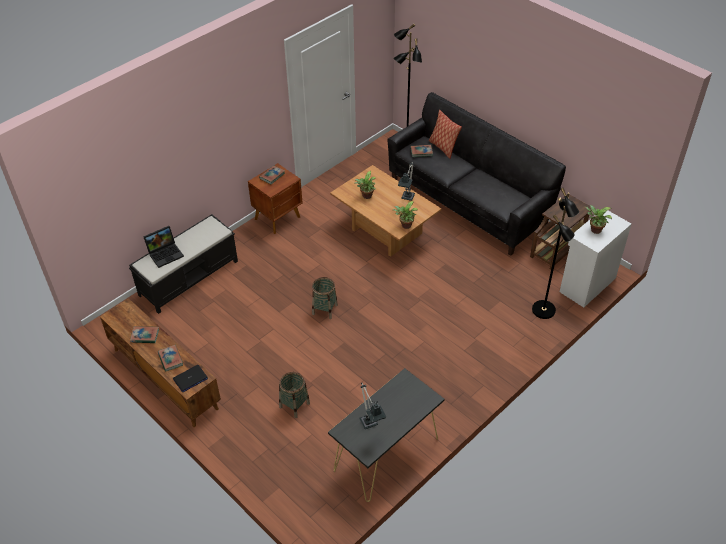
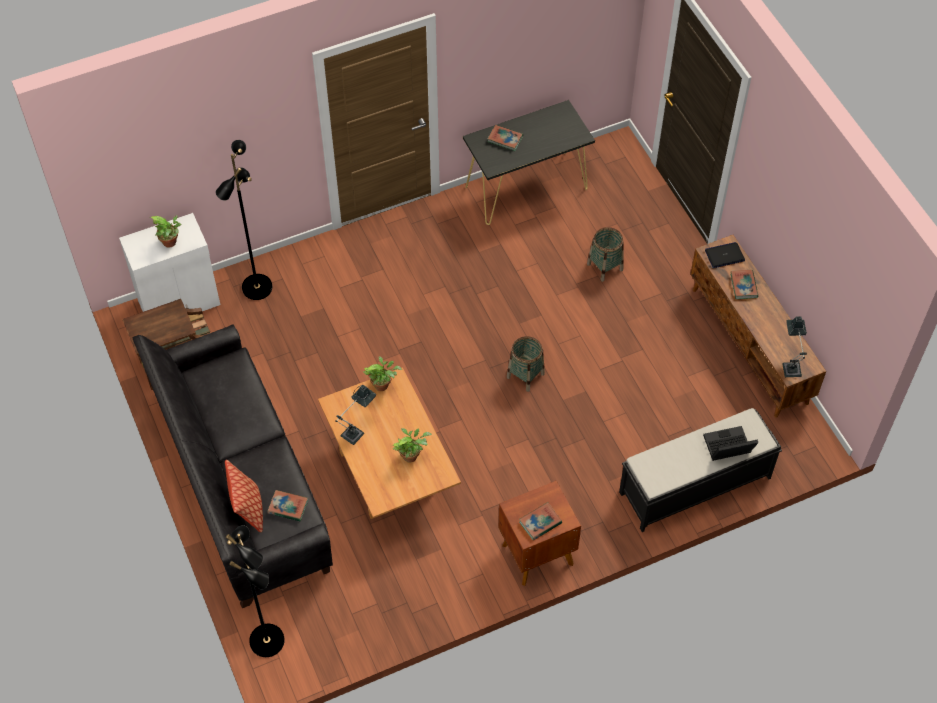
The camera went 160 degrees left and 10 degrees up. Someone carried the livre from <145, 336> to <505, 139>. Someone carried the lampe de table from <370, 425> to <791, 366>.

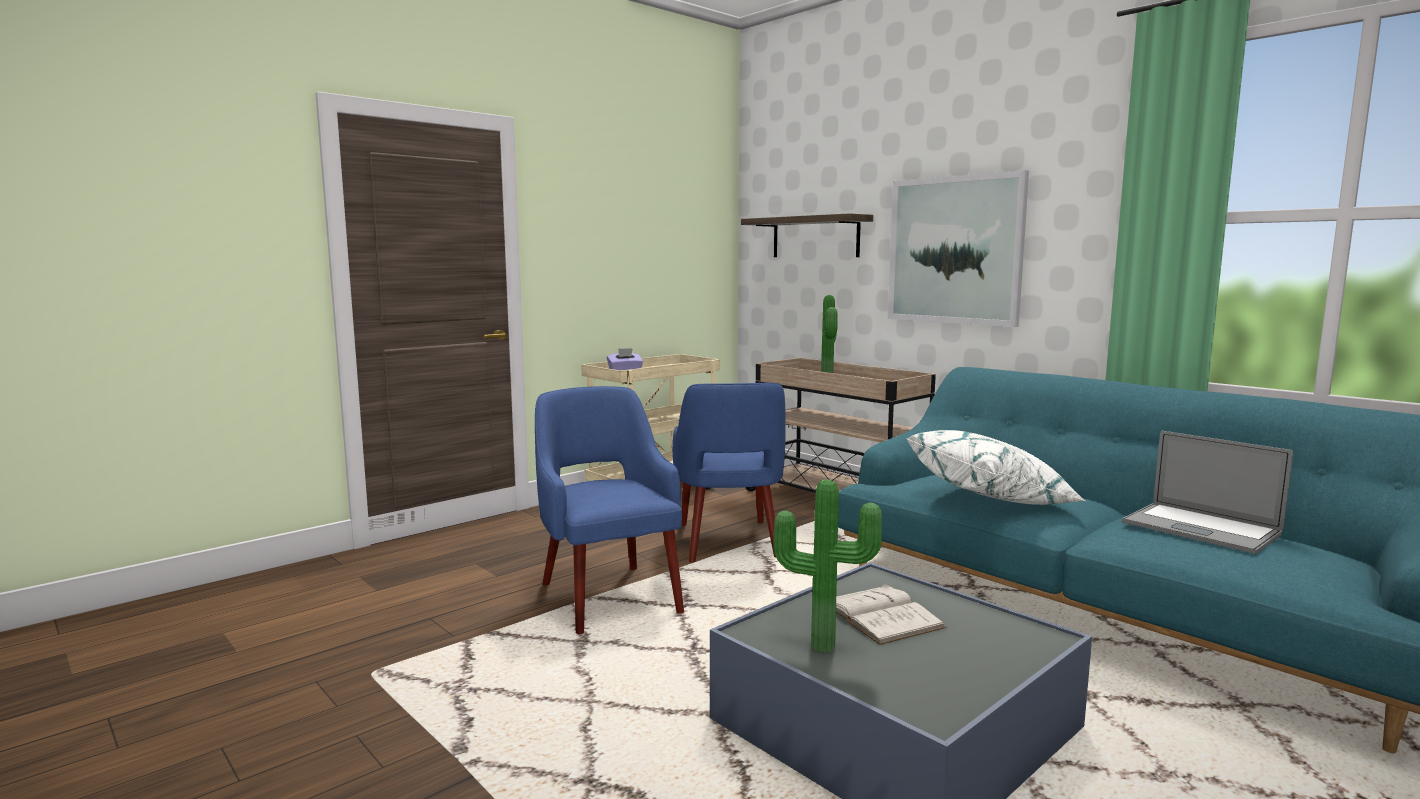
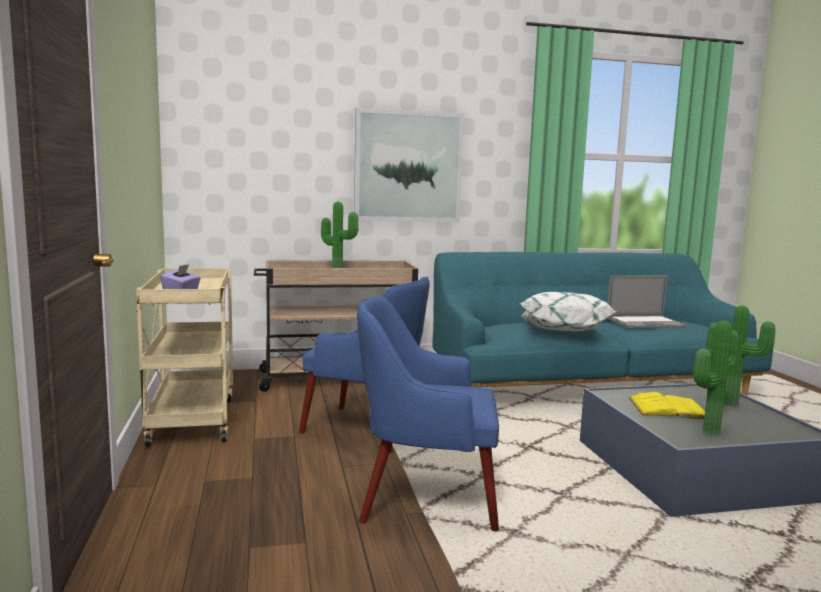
The camera went 60 degrees left and 0 degrees up. Someone took away the étagère at <815, 237>. Someone repainted the livre (blanc) at <880, 615>, which became the livre (jaune) at <668, 408>. Someone put down the plante en pot at <731, 403>.

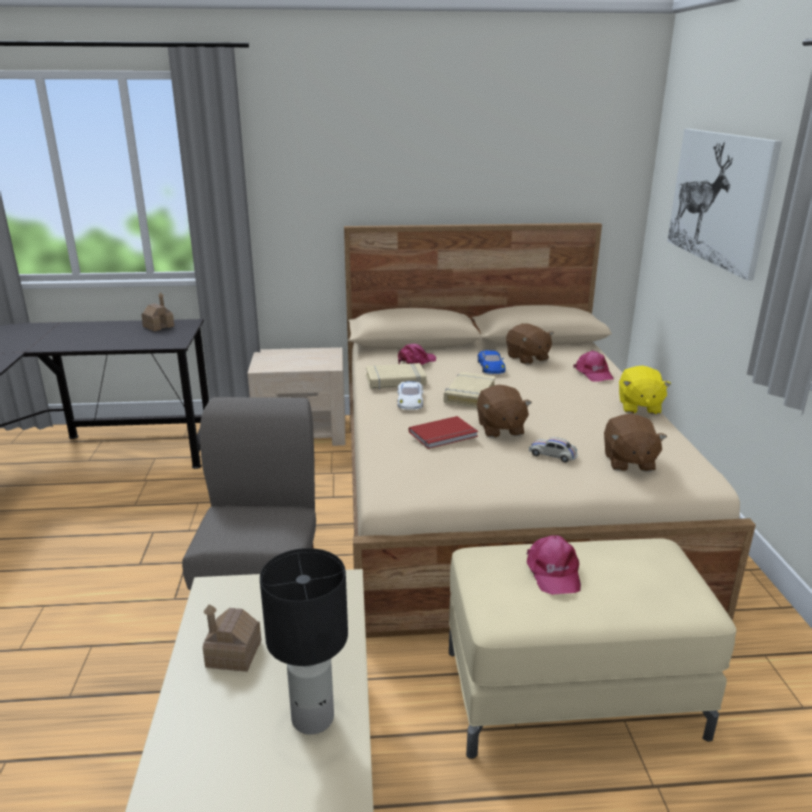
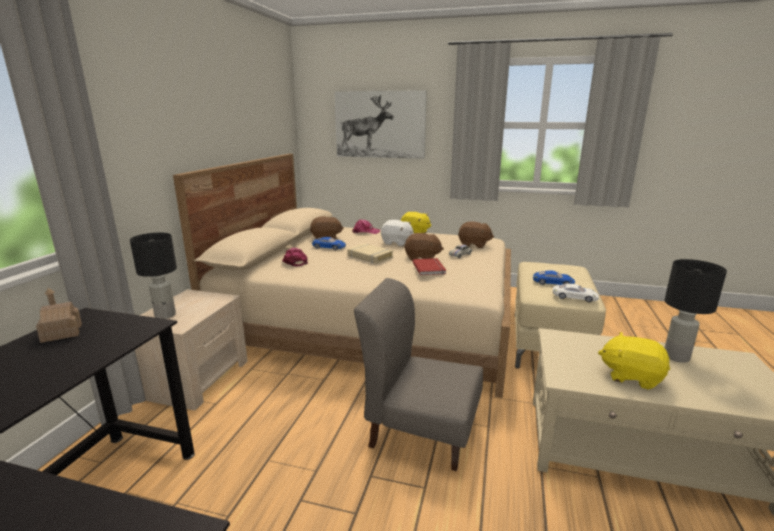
The camera went 70 degrees left and 5 degrees down. Someone took away the livre (beige) at <395, 381>. Someone carried the petite voiture (blanc) from <410, 400> to <574, 297>. Someone swapped the casquette (rose) at <553, 572> for the petite voiture (bleu) at <553, 282>. Someone swapped the maison miniature at <233, 654> for the peluche (jaune) at <631, 376>. Someone put down the peluche (blanc) at <397, 243>. Someone put down the lampe de table (noir) at <166, 315>.

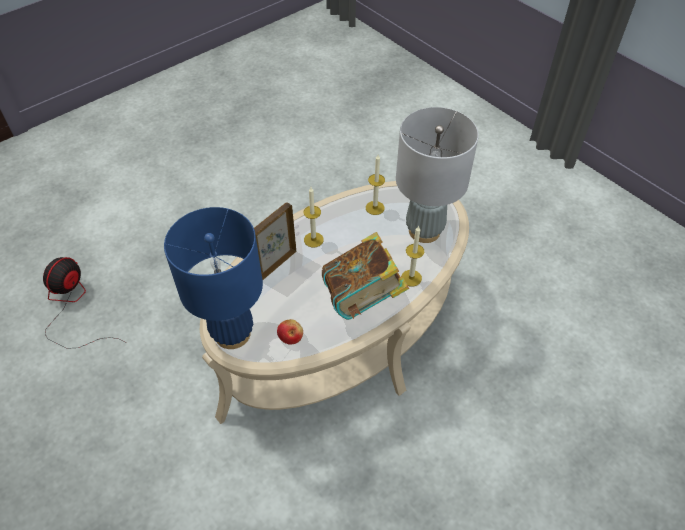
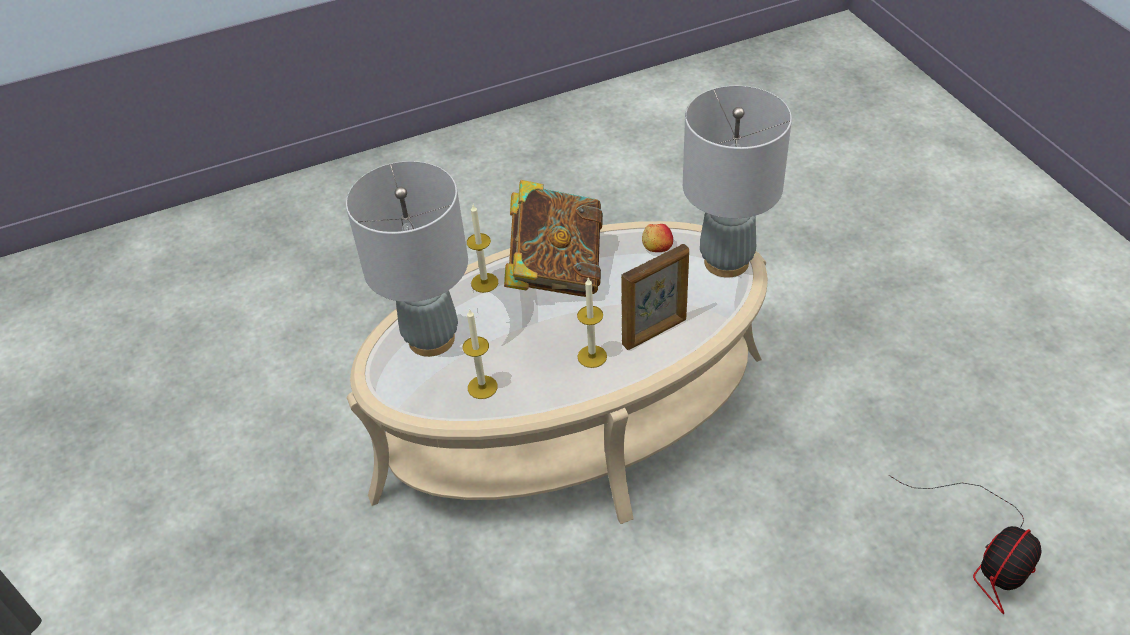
The camera went 160 degrees left and 5 degrees down. Someone repainted the lampe de table (bleu) at <232, 333>, which became the lampe de table (gris) at <726, 262>.

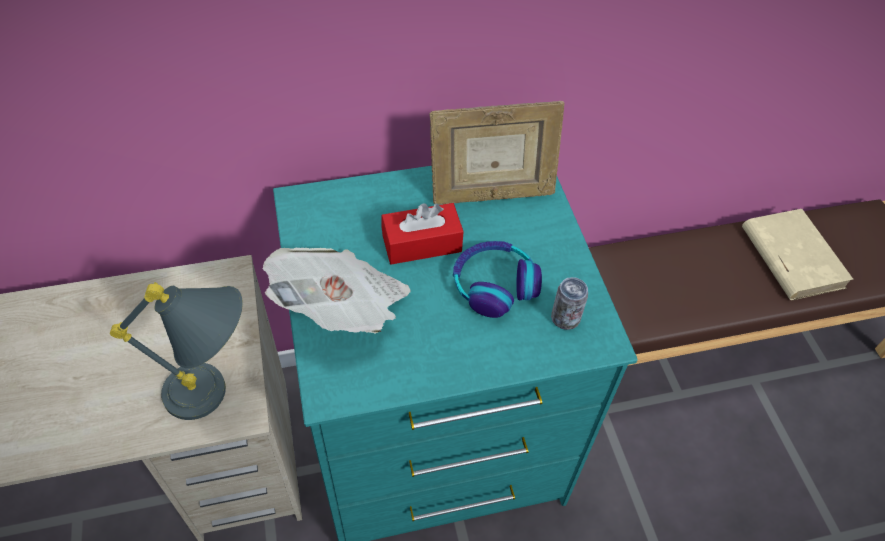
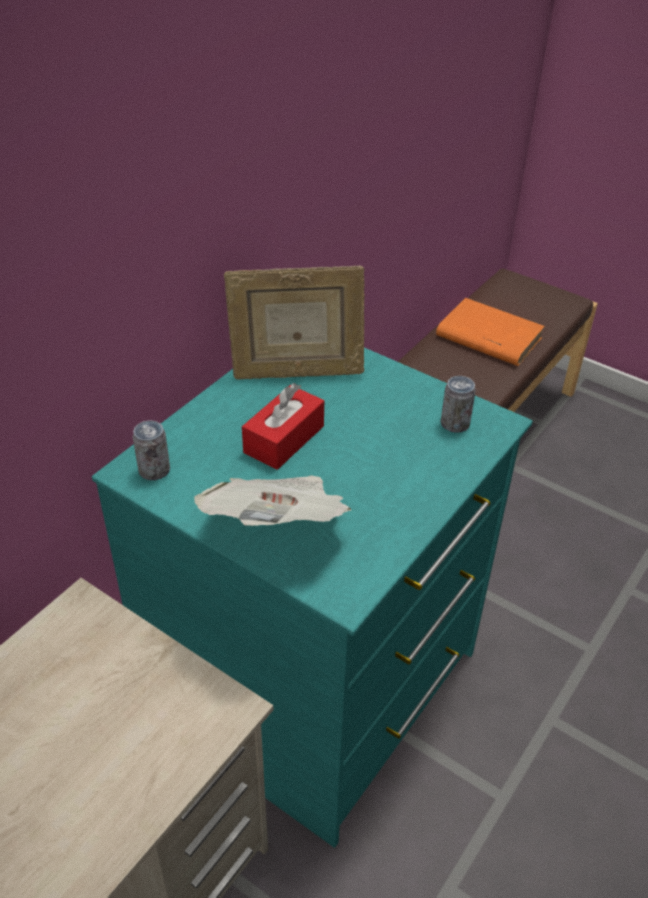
The camera went 40 degrees left and 10 degrees down. Someone rotated the cadre photo at <491, 195> by 45 degrees clockwise. Someone repainted the livre (beige) at <791, 257>, which became the livre (orange) at <488, 337>. Someone took away the casque audio at <494, 284>. Someone took away the lampe de table (gris) at <217, 394>. Someone put down the boîte métallique at <154, 470>.

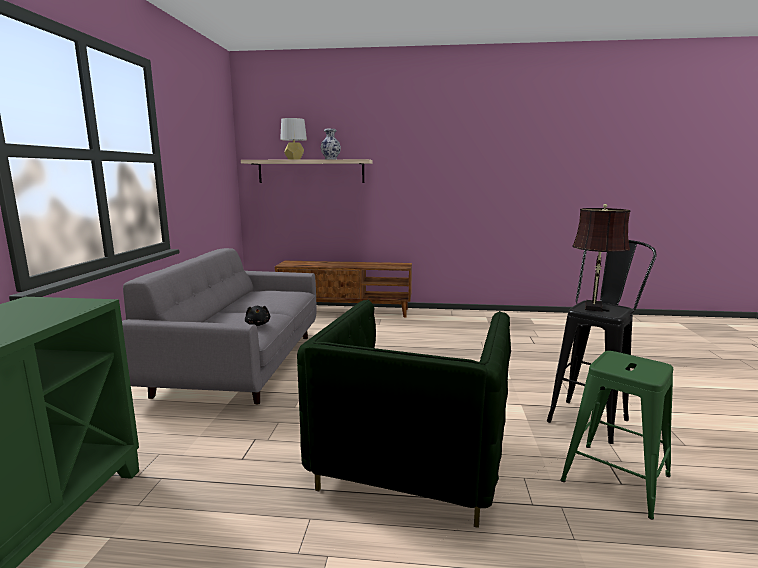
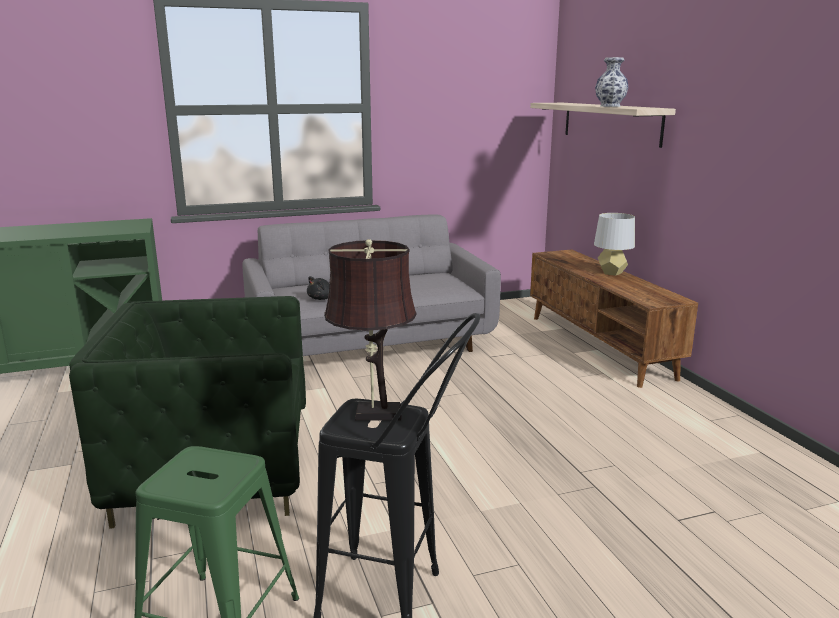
The camera went 65 degrees right and 5 degrees up. Someone carried the lampe de table (gris) from <294, 159> to <611, 273>.

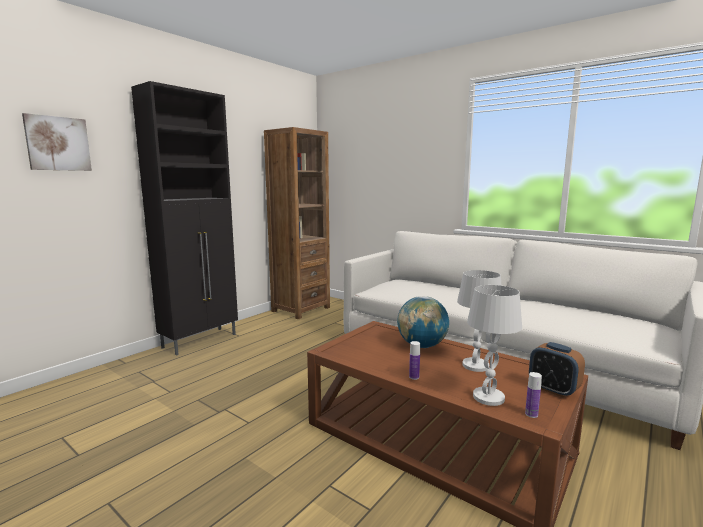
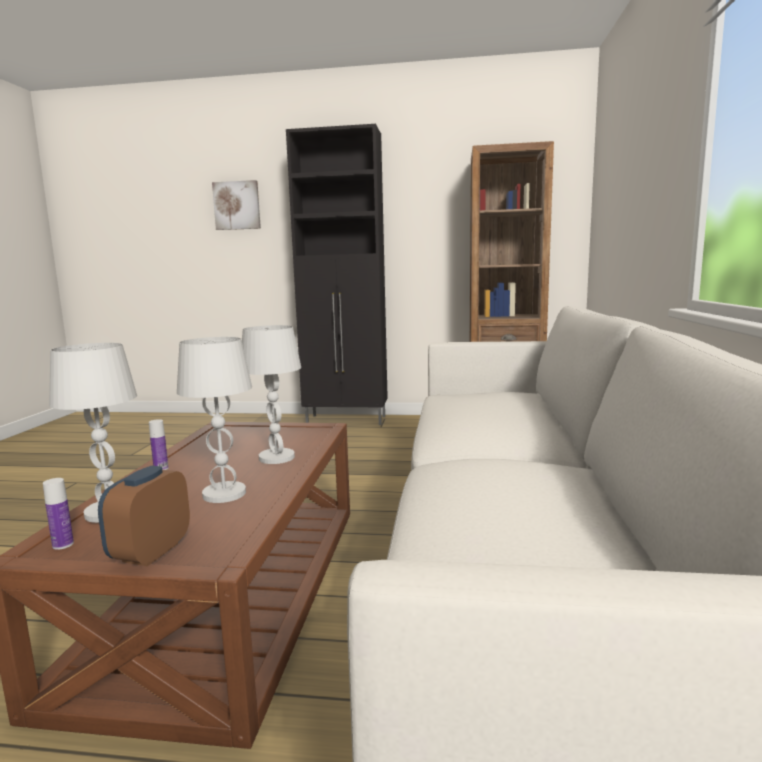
The camera went 60 degrees right and 0 degrees up. Someone swapped the globe at <422, 346> for the lampe de table (blanc) at <276, 457>.

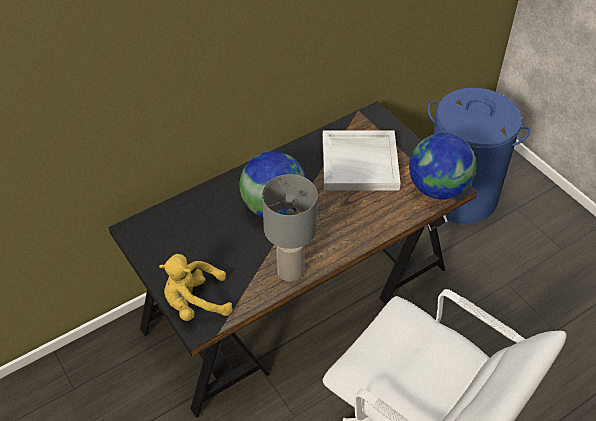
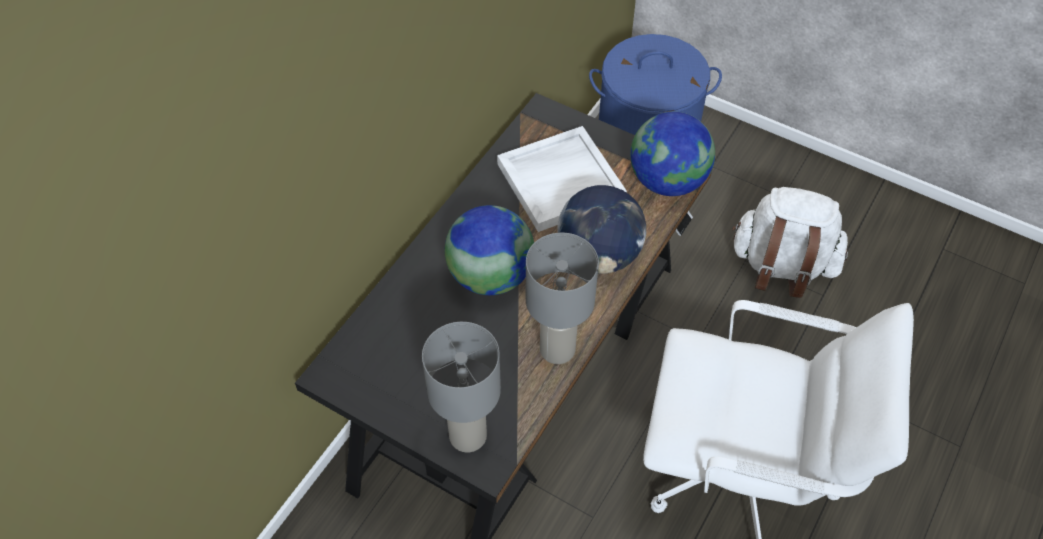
The camera went 25 degrees left and 5 degrees up. Someone swapped the peluche (jaune) at <195, 302> for the lampe de table (gris) at <467, 435>. Someone put down the globe at <599, 255>. Someone put down the sac à dos (blanc) at <782, 266>.

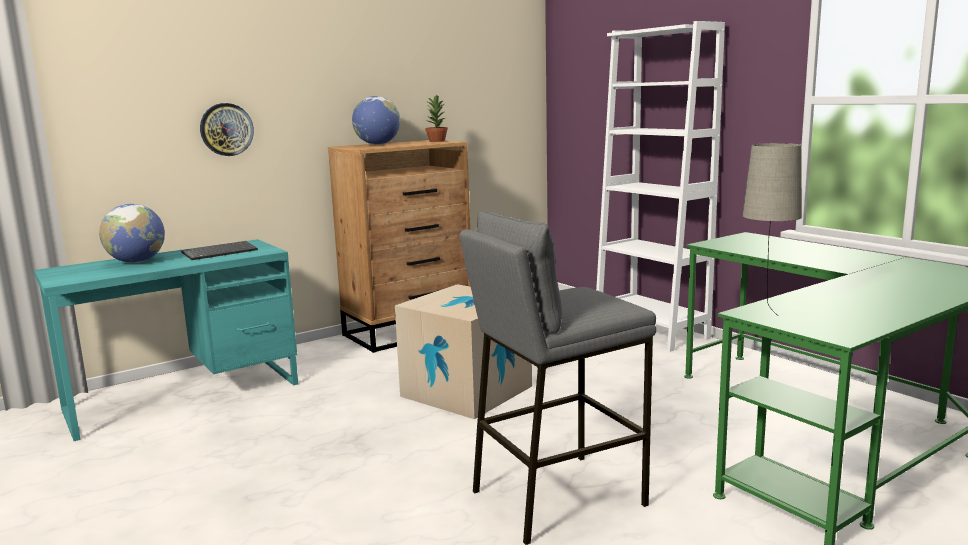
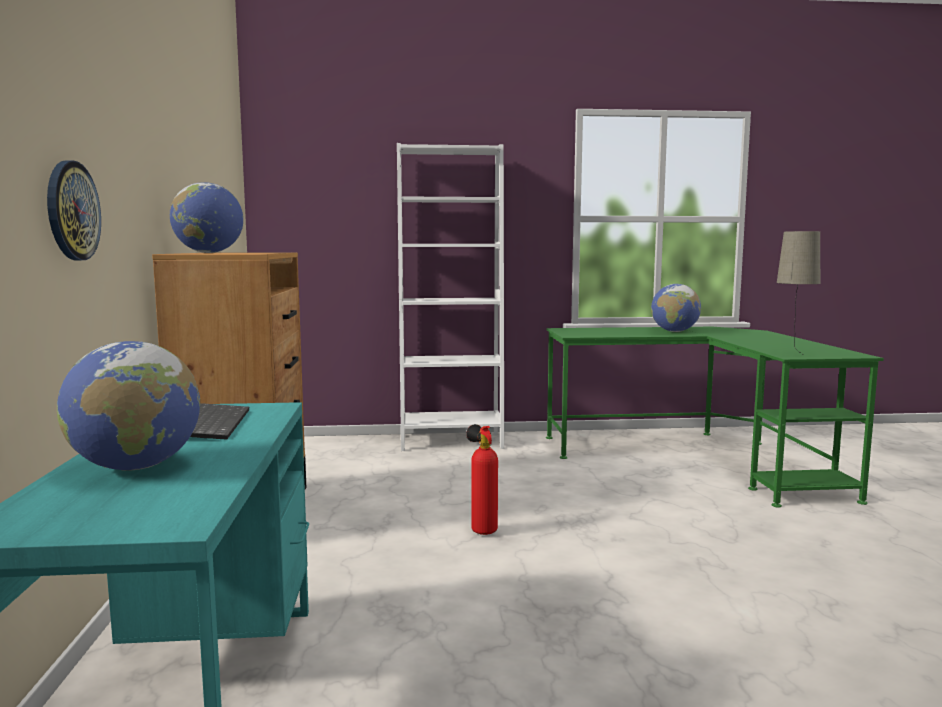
The camera went 60 degrees left and 5 degrees down. Someone took away the plante en pot at <436, 141>. Someone took away the tabouret (gris) at <556, 497>. Someone swapped the carton at <466, 391> for the extincteur at <482, 530>. Someone put down the globe at <674, 331>.

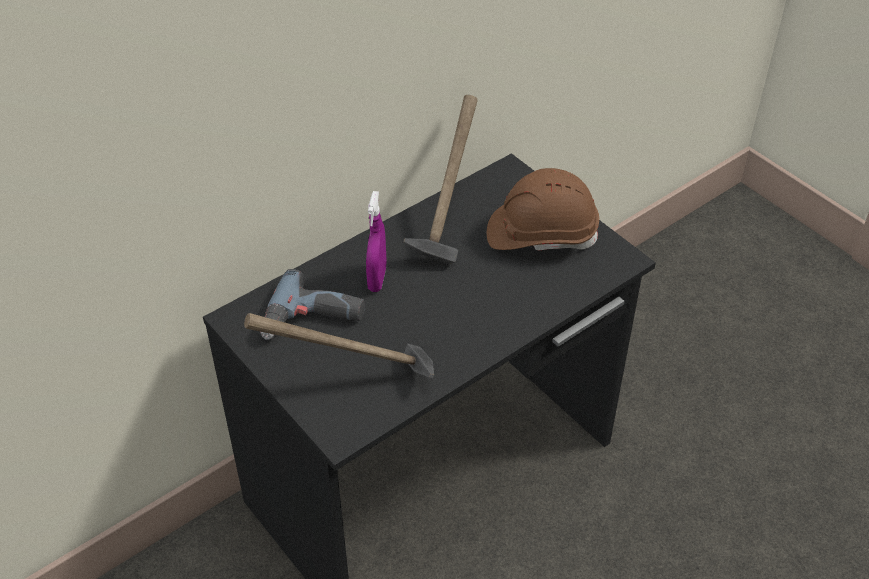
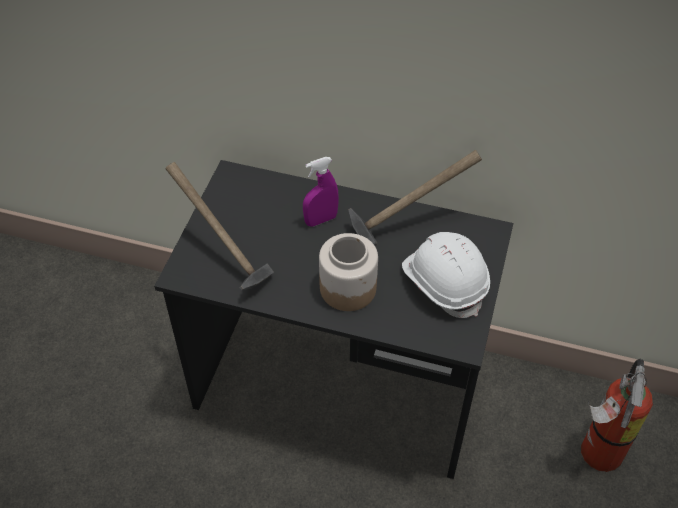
The camera went 55 degrees right and 5 degrees up. Someone repainted the casque de chantier (marron) at <541, 234>, which became the casque de chantier (blanc) at <444, 283>. Someone took away the perceuse at <313, 321>. Someone put down the bocal at <348, 288>. Someone put down the extincteur at <596, 455>.

